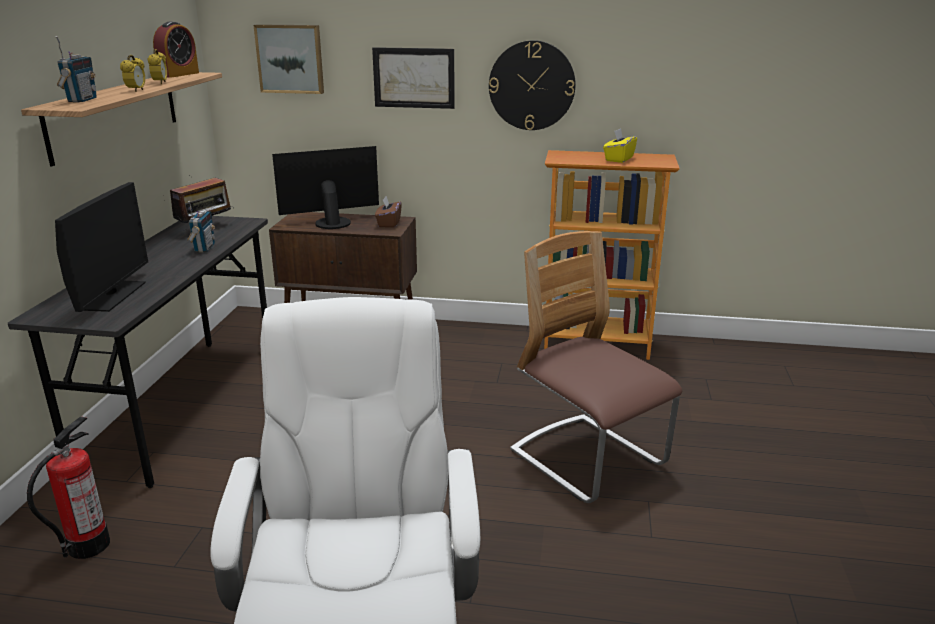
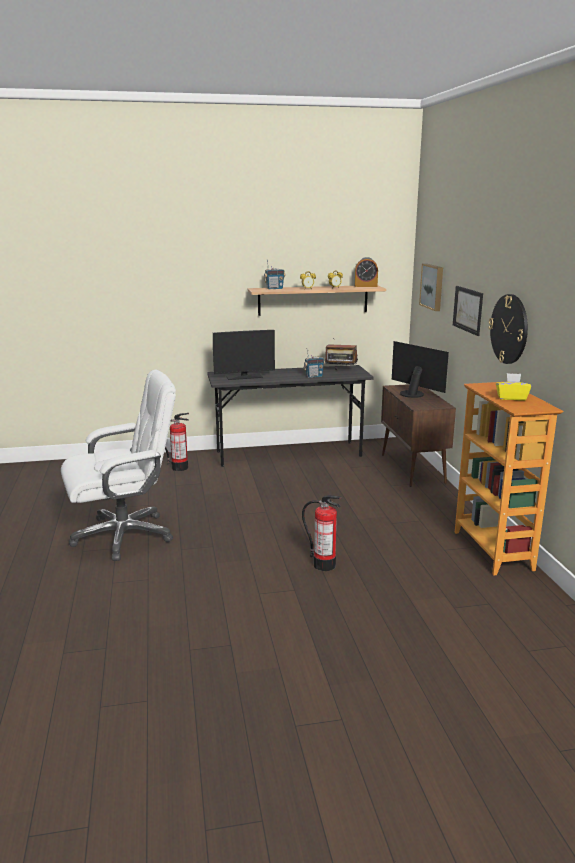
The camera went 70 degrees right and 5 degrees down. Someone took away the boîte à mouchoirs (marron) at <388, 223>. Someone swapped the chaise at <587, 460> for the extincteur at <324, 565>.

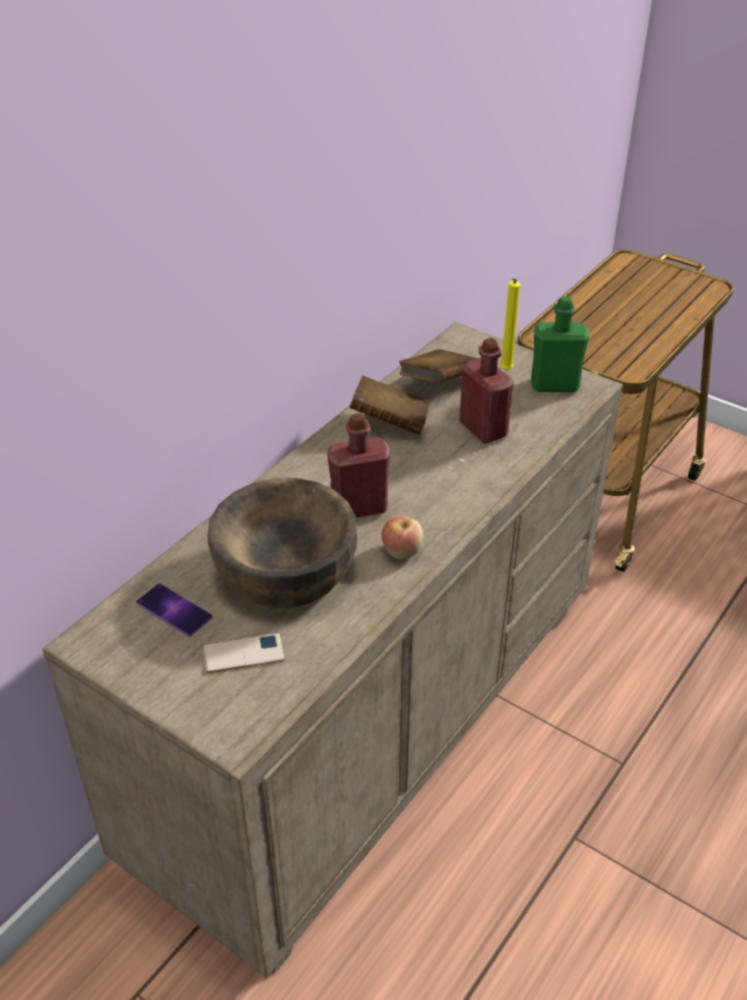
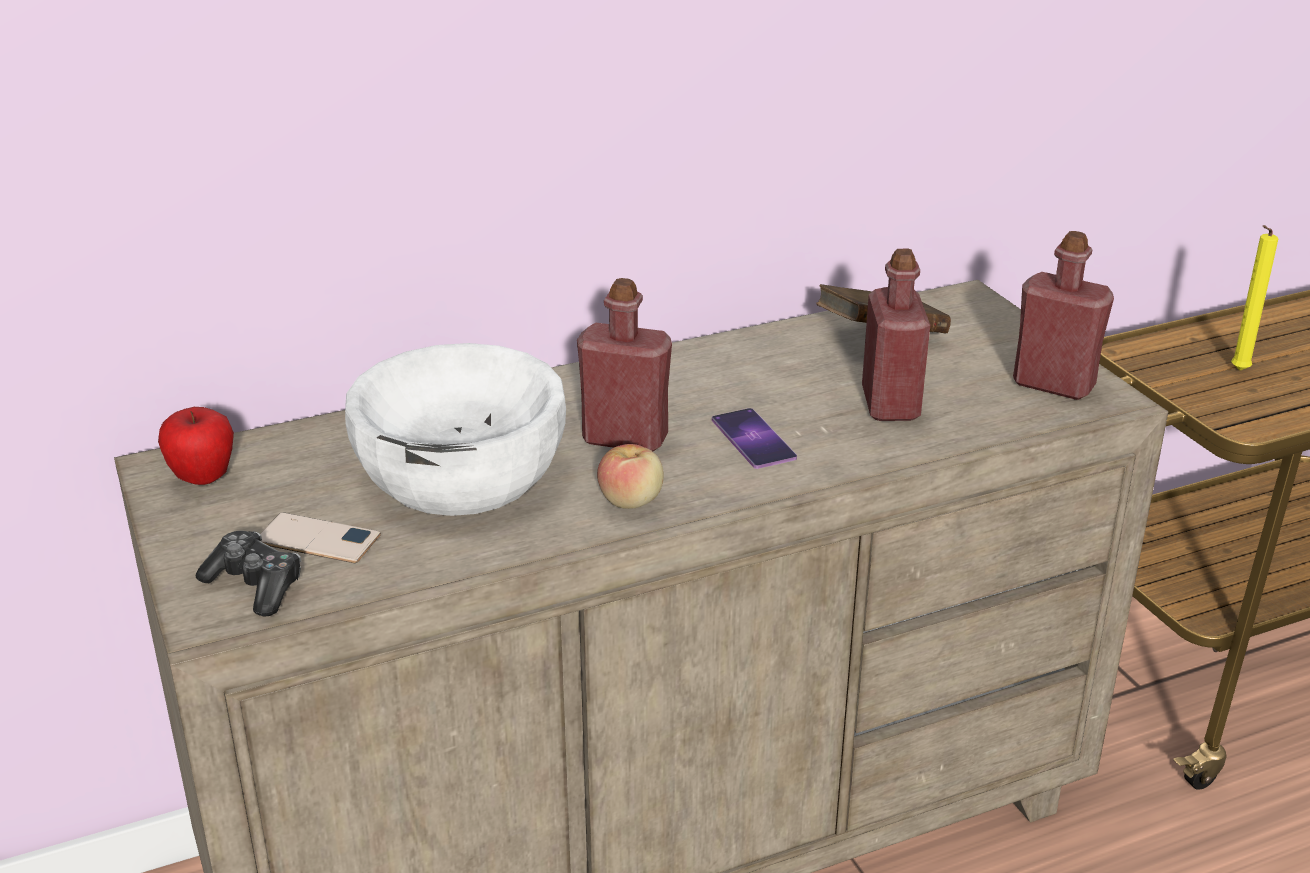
The camera went 30 degrees right and 10 degrees down. Someone carried the bougie (jaune) from <505, 371> to <1237, 371>. Someone repainted the bouteille (vert) at <554, 385>, which became the bouteille (rouge) at <1053, 384>. Someone took away the livre (marron) at <390, 422>. Someone repainted the bol (marron) at <286, 570>, which became the bol (blanc) at <461, 473>. Someone carried the téléphone from <174, 610> to <753, 439>. Someone put down the pomme at <203, 479>. Someone put down the manette at <255, 585>.

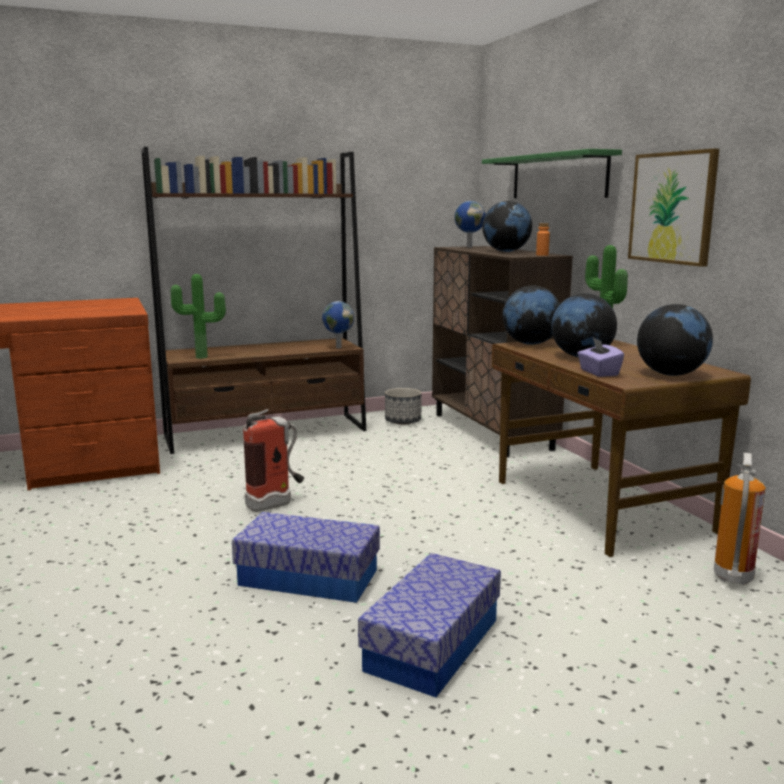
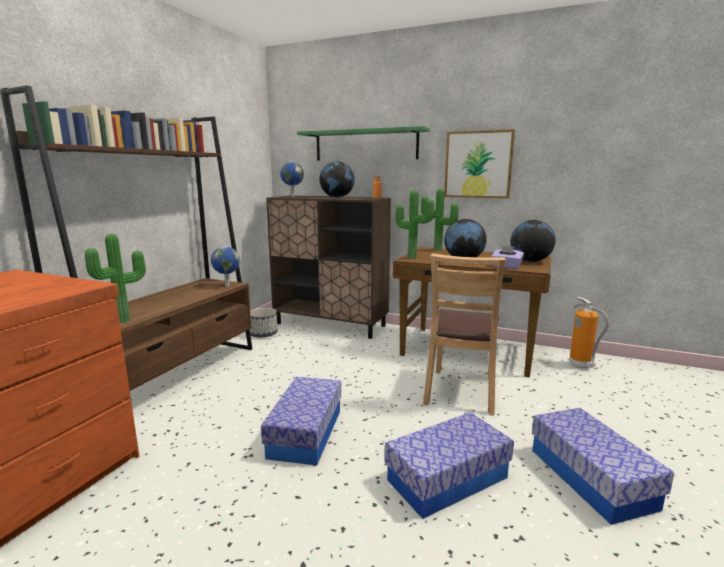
The camera went 45 degrees left and 0 degrees up. Someone swapped the globe at <530, 344> for the plante en pot at <412, 257>. Someone swapped the extincteur at <276, 504> for the boîte de rangement at <305, 433>. Someone put down the chaise (marron) at <460, 391>.

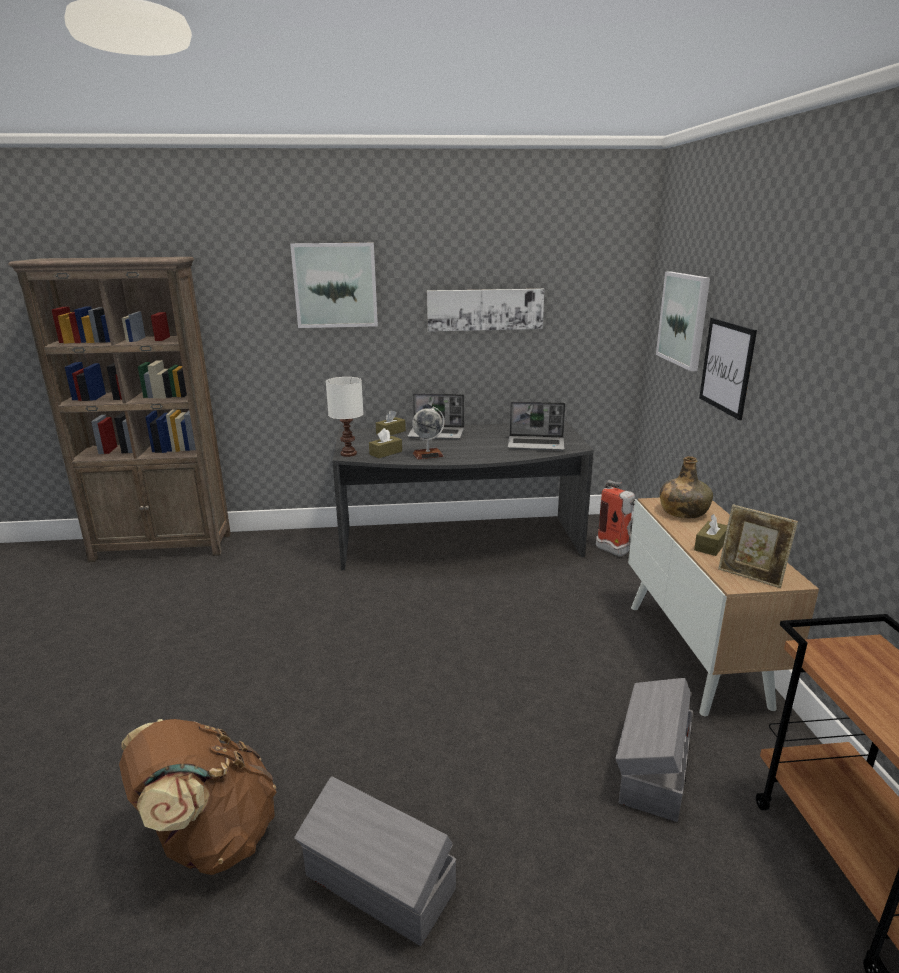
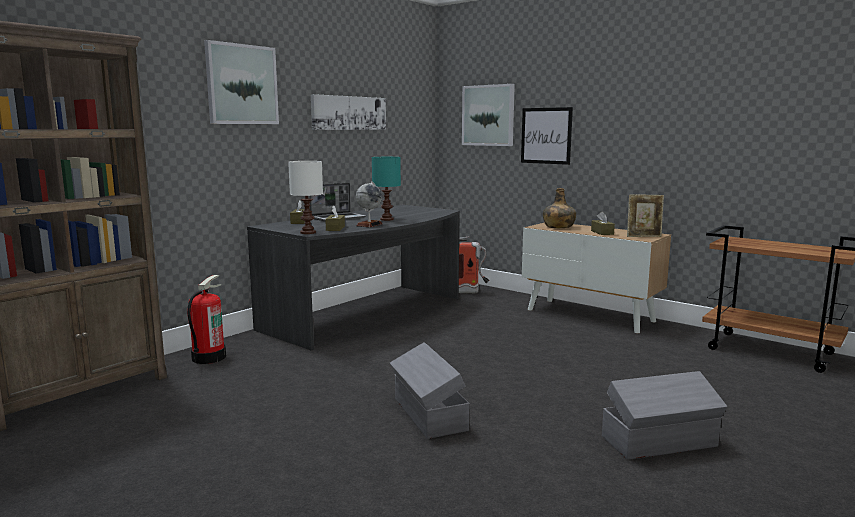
The camera went 45 degrees left and 10 degrees down. Someone took away the ordinateur portable at <536, 444>. Someone carried the boîte de rangement (gris) from <653, 768> to <428, 414>. Someone took away the sac à dos (marron) at <210, 838>. Someone put down the lampe de table (turquoise) at <387, 219>. Someone put down the extincteur at <208, 357>.

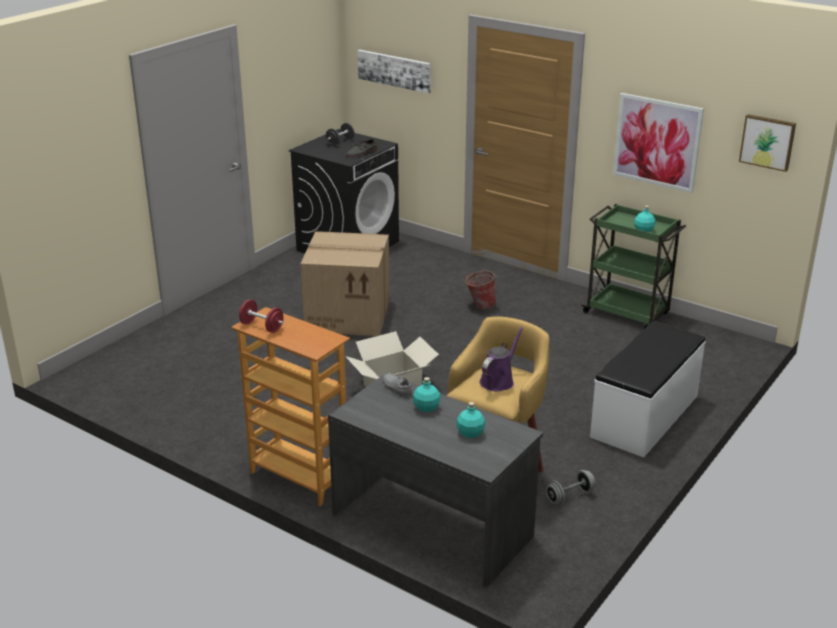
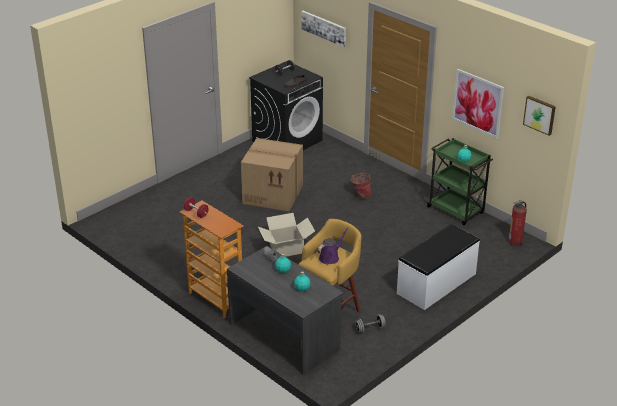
The camera went 10 degrees right and 5 degrees up. Someone put down the extincteur at <515, 242>.

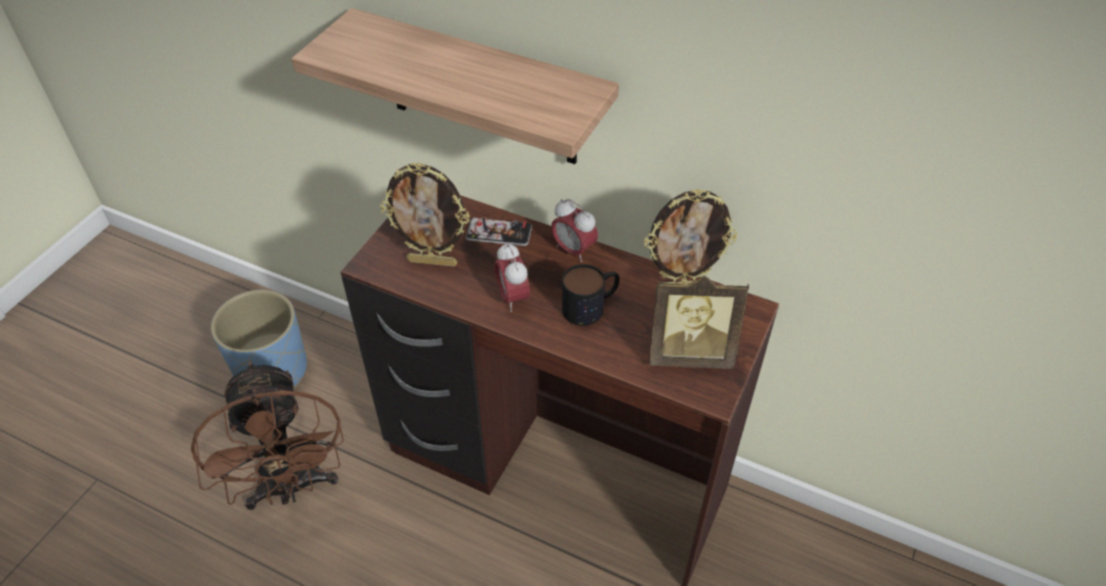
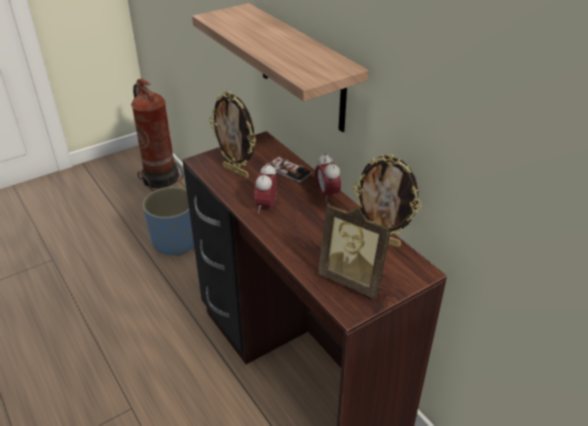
The camera went 30 degrees right and 10 degrees down. Someone took away the mug at <591, 306>. Someone took away the ventilateur (marron) at <292, 487>. Someone put down the extincteur at <160, 177>.

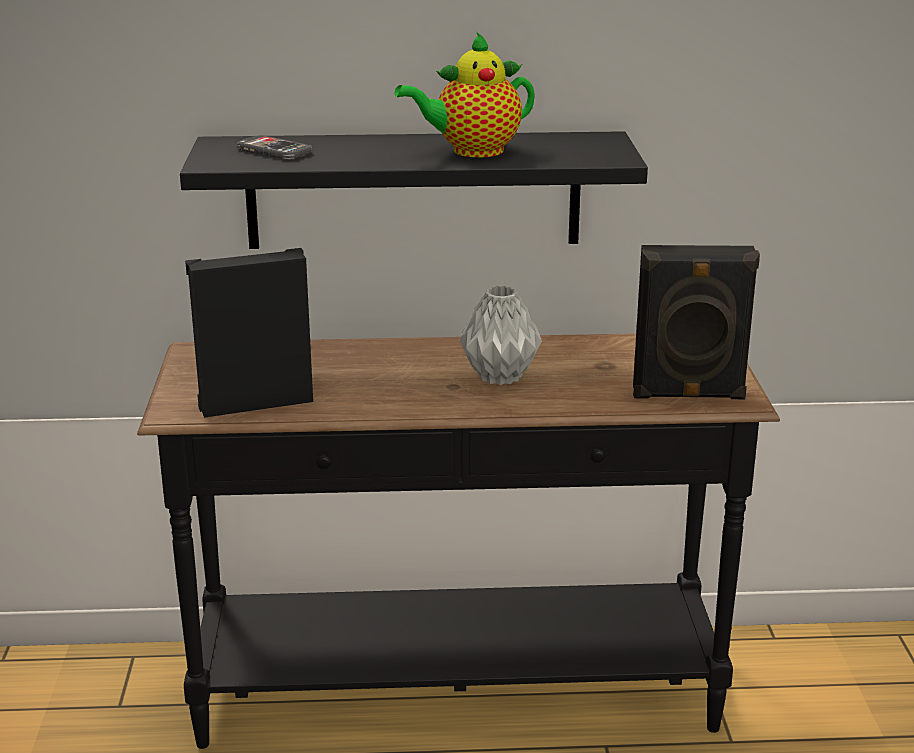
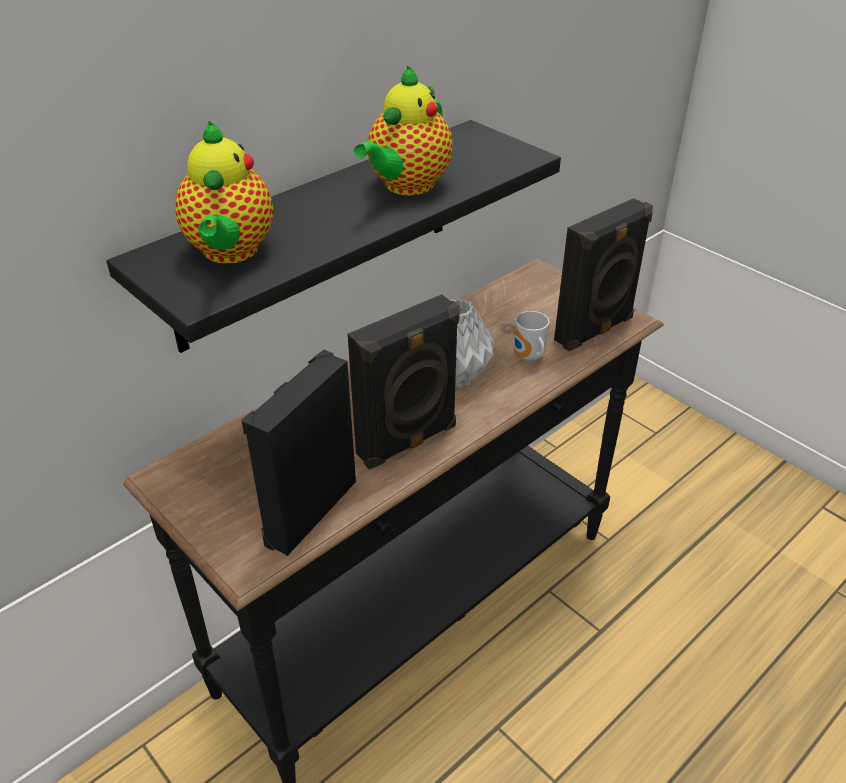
The camera went 40 degrees left and 15 degrees up. Someone swapped the téléphone at <274, 151> for the théière at <230, 252>. Someone put down the enceinte (noir) at <408, 442>. Someone put down the mug at <528, 358>.

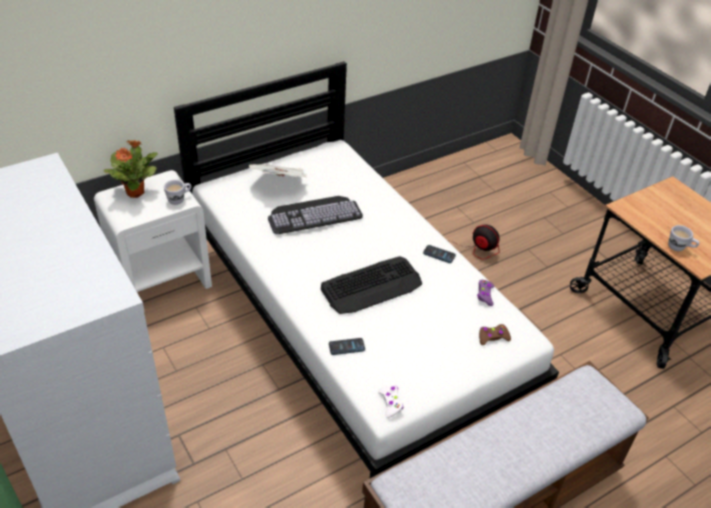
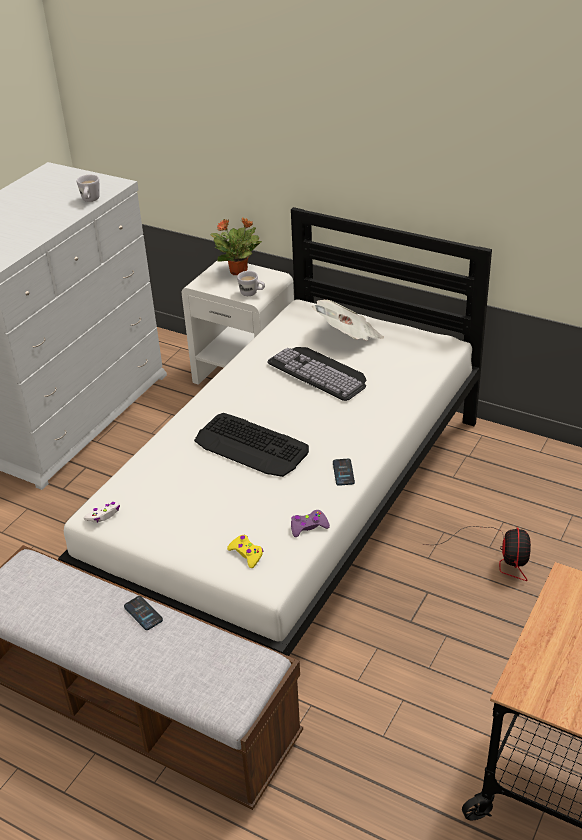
The camera went 65 degrees right and 5 degrees down. Someone carried the mug (blanc) from <679, 248> to <90, 201>. Someone repainted the manette (marron) at <493, 337>, which became the manette (jaune) at <246, 554>. Someone carried the téléphone from <346, 347> to <143, 613>.

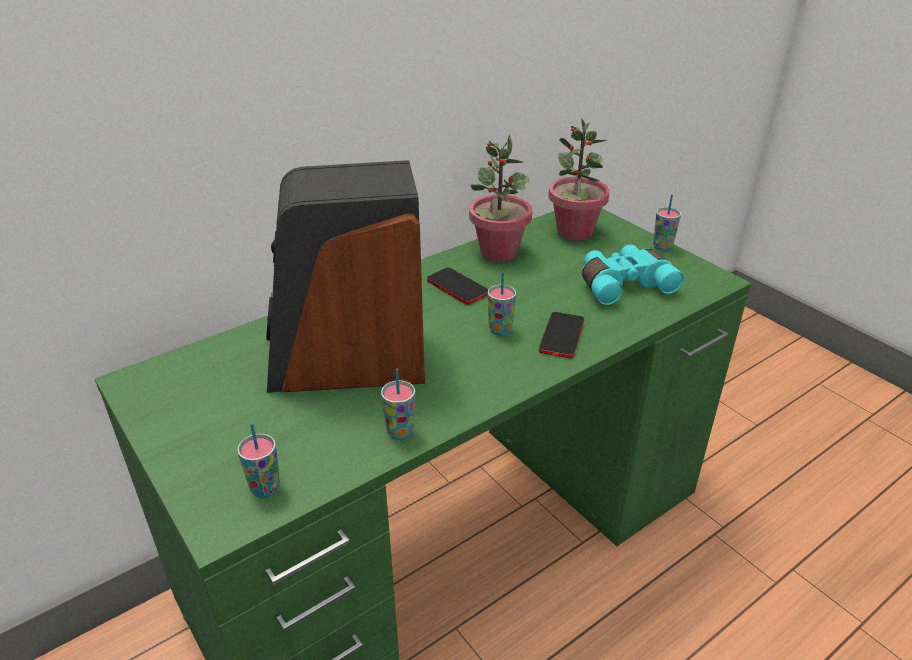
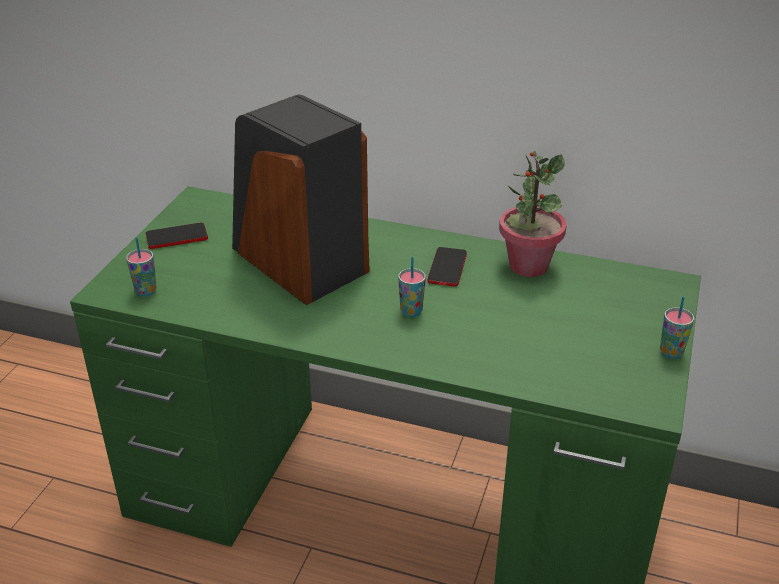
The camera went 55 degrees right and 0 degrees up. Someone took away the plante en pot at <574, 232>. Someone took away the jumelles (turquoise) at <623, 284>. Someone carried the téléphone from <561, 336> to <177, 237>. Someone took away the tasse at <400, 432>.

